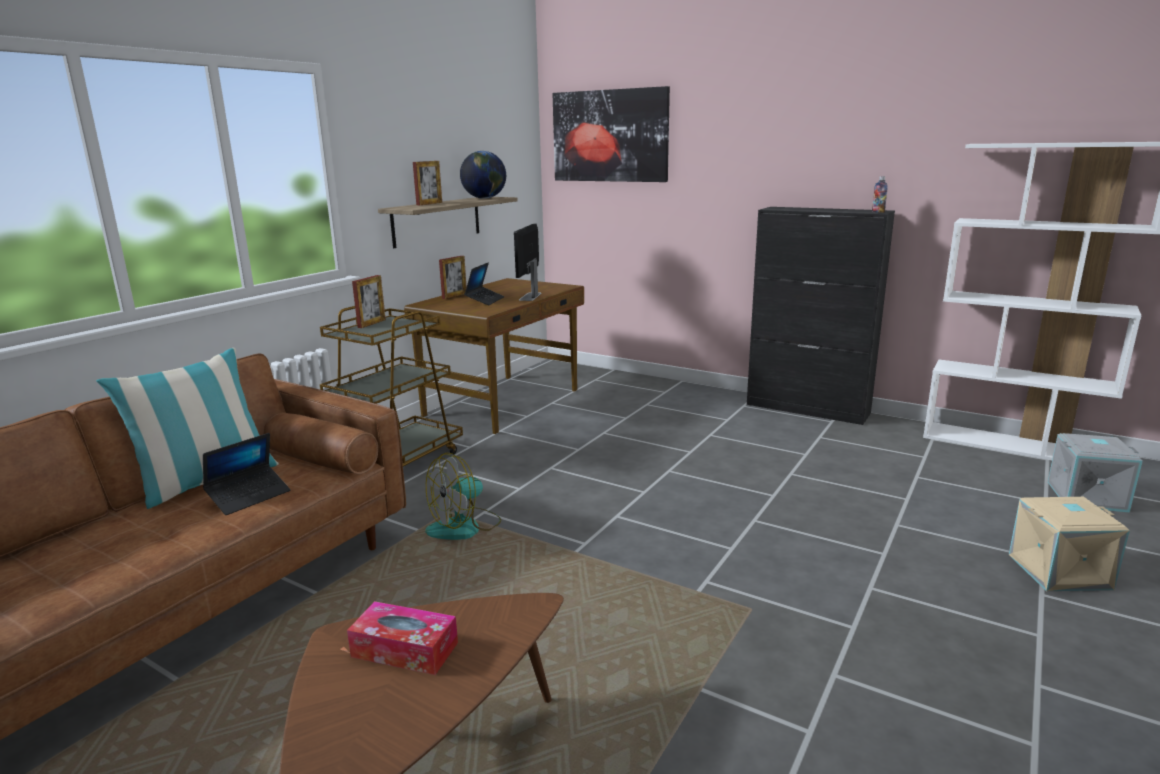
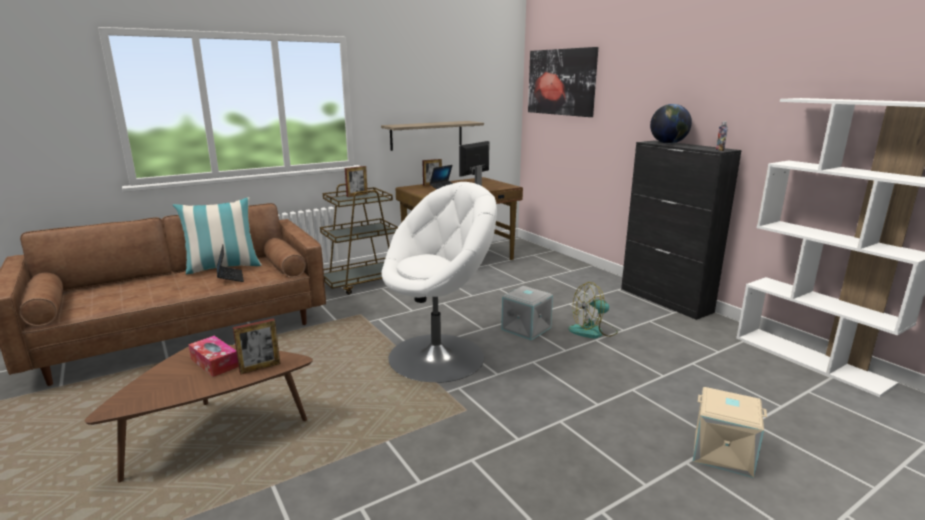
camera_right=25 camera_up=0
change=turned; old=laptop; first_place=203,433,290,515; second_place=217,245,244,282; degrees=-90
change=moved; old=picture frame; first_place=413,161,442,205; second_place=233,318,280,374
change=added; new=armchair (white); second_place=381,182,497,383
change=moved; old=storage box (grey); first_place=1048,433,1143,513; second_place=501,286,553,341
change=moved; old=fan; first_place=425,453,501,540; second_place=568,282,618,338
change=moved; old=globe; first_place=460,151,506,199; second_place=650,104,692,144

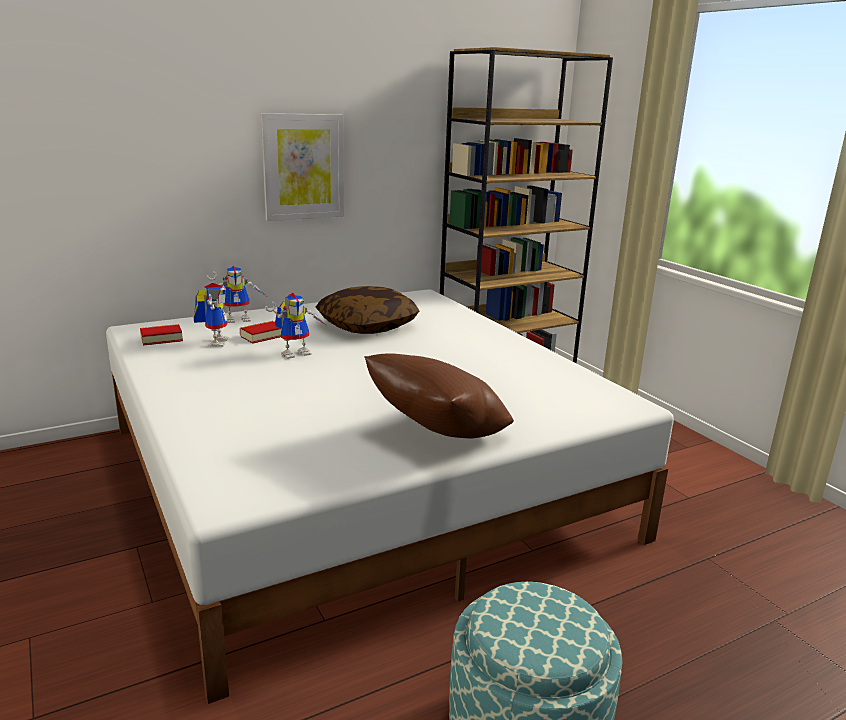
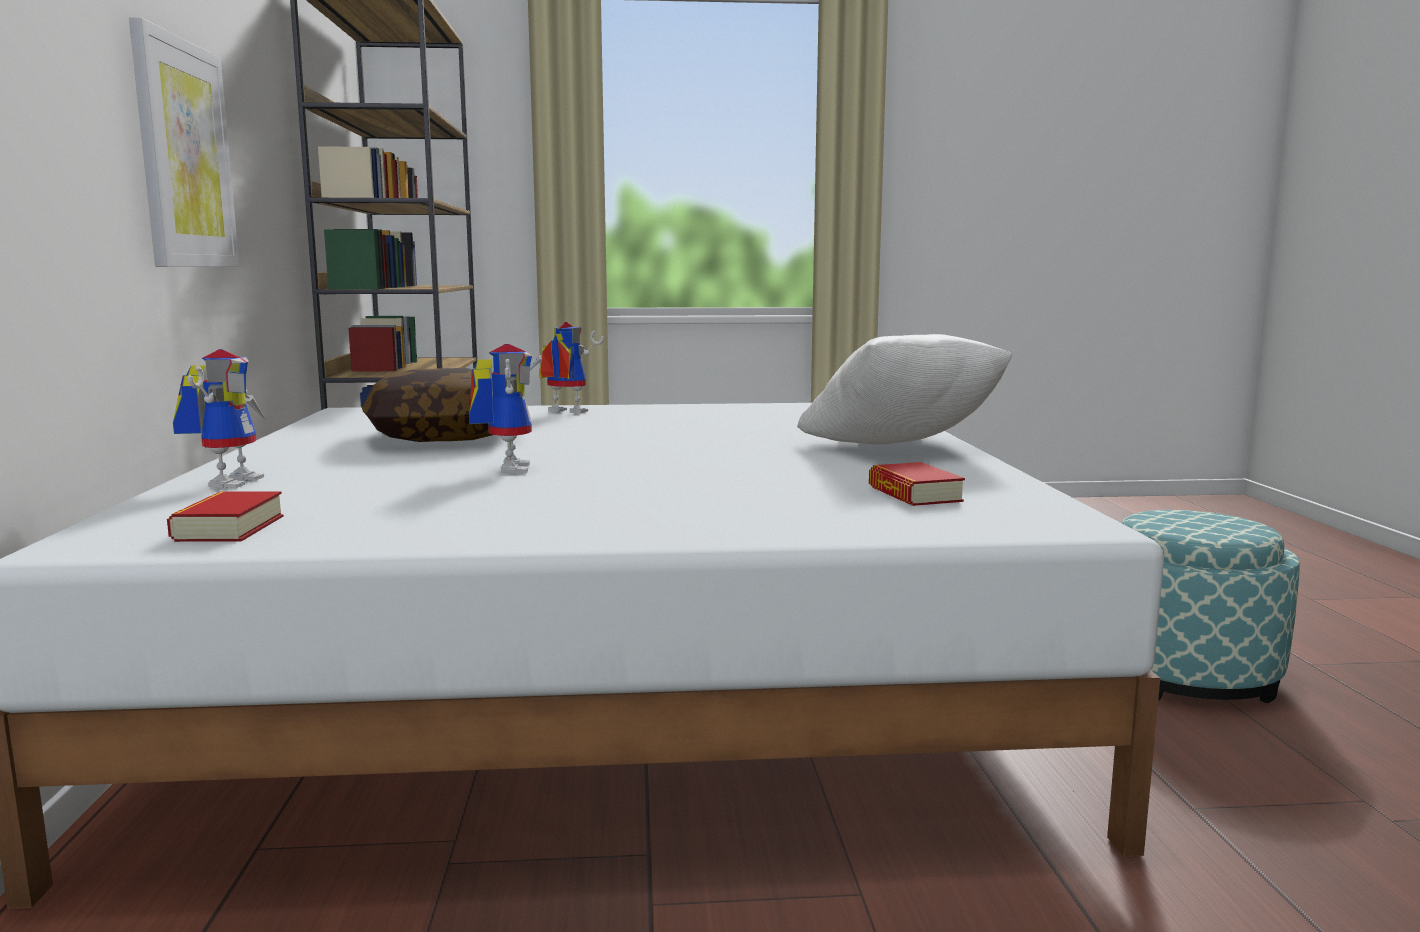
camera_right=-65 camera_up=-10
change=moved; old=toy robot; first_place=194,283,229,347; second_place=530,322,604,413
change=recoloured; old=pillow (brown); new=pillow (white); first_place=364,354,514,438; second_place=797,334,1012,445
change=moved; old=book; first_place=240,321,281,343; second_place=869,462,965,506

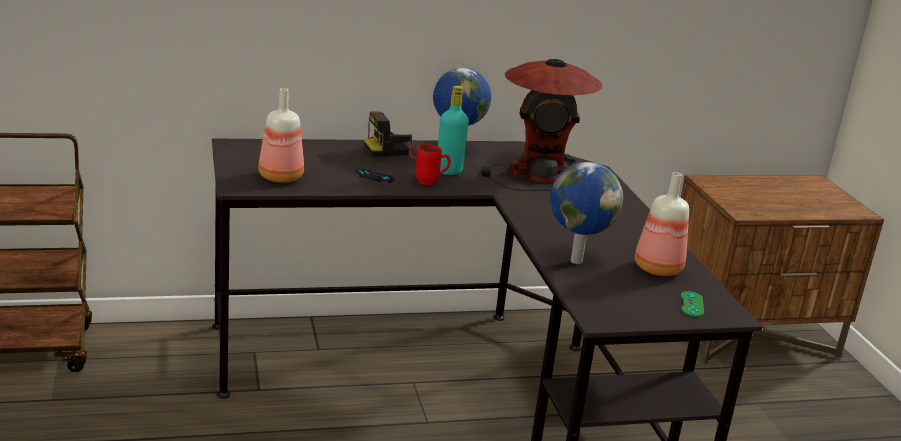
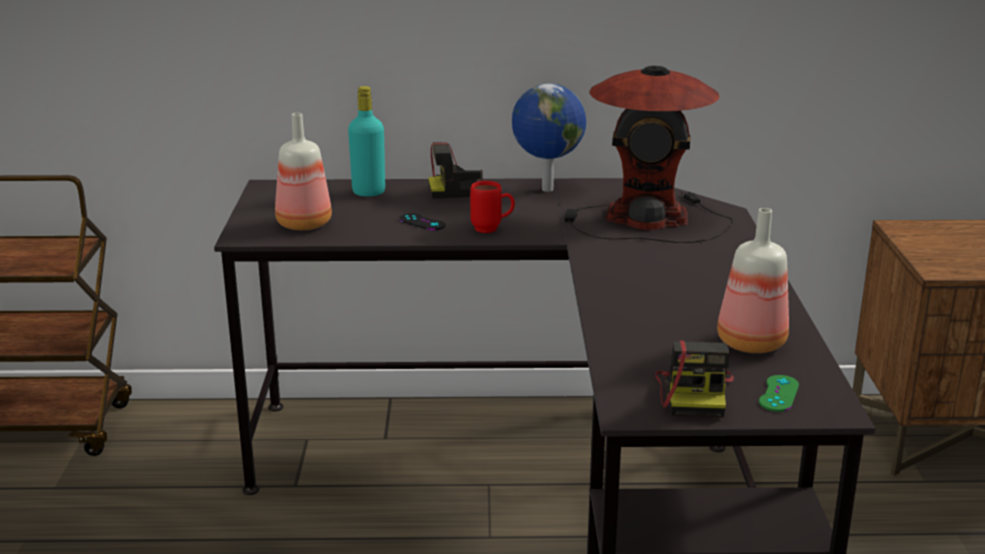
camera_right=15 camera_up=0
change=moved; old=bottle (turquoise); first_place=438,86,469,175; second_place=348,86,385,196
change=added; new=photo camera; second_place=655,340,734,418
change=removed; old=globe; first_place=550,162,624,264

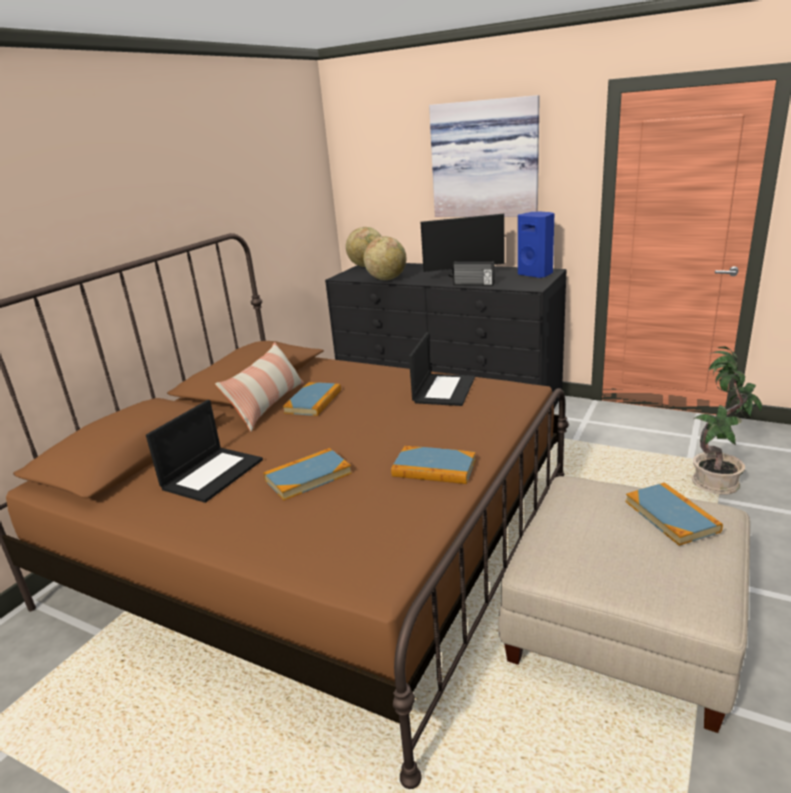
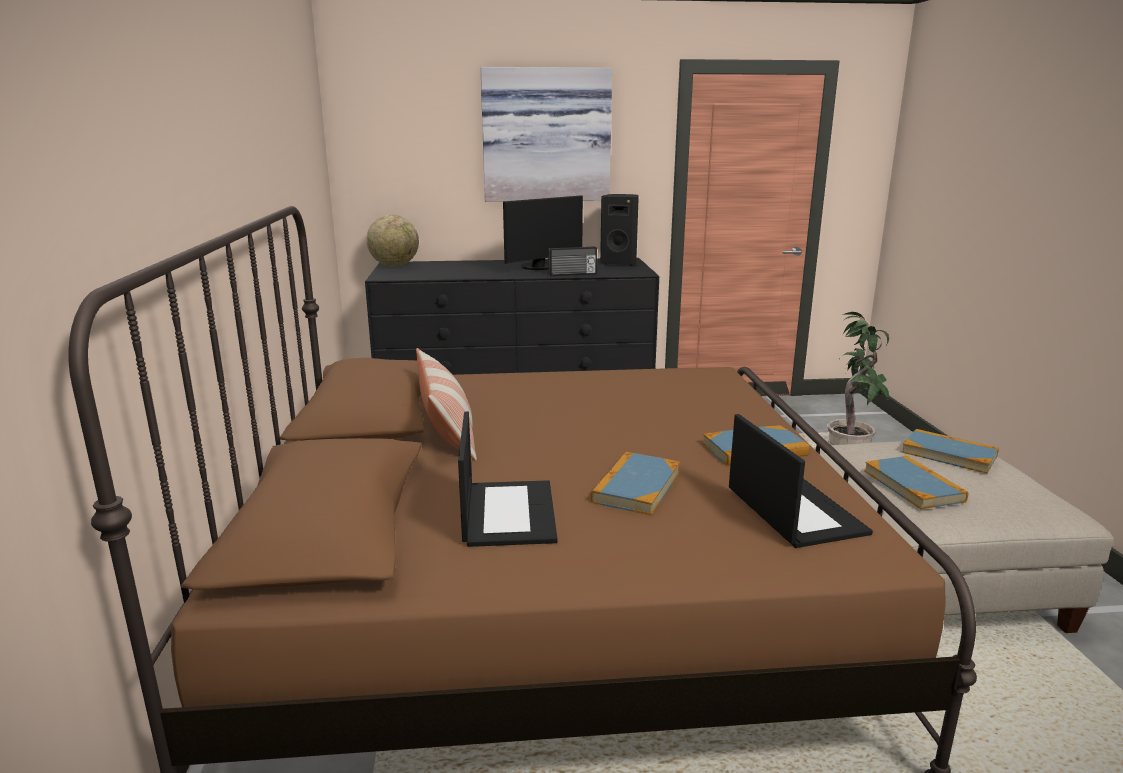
camera_right=-35 camera_up=-5
change=recoloured; old=speaker (blue); new=speaker (black); first_place=518,212,554,278; second_place=600,194,639,266
change=moved; old=laptop; first_place=409,332,475,406; second_place=729,414,873,548
change=moved; old=book; first_place=283,382,341,416; second_place=864,456,968,509
change=removed; old=globe; first_place=364,236,406,280

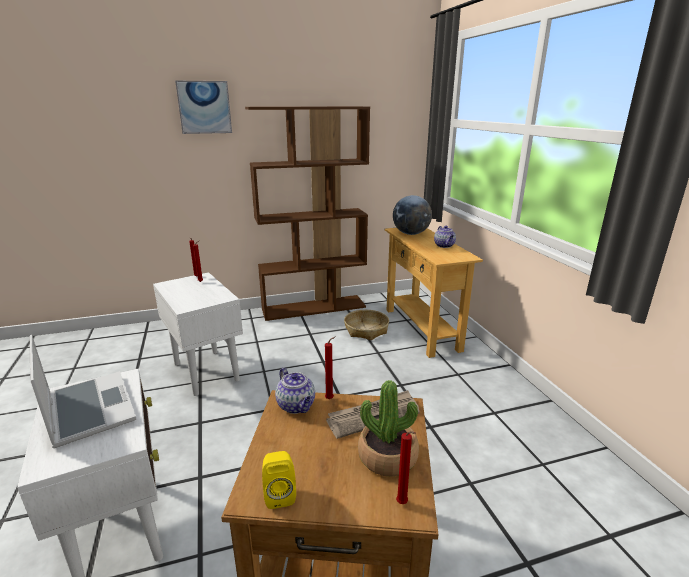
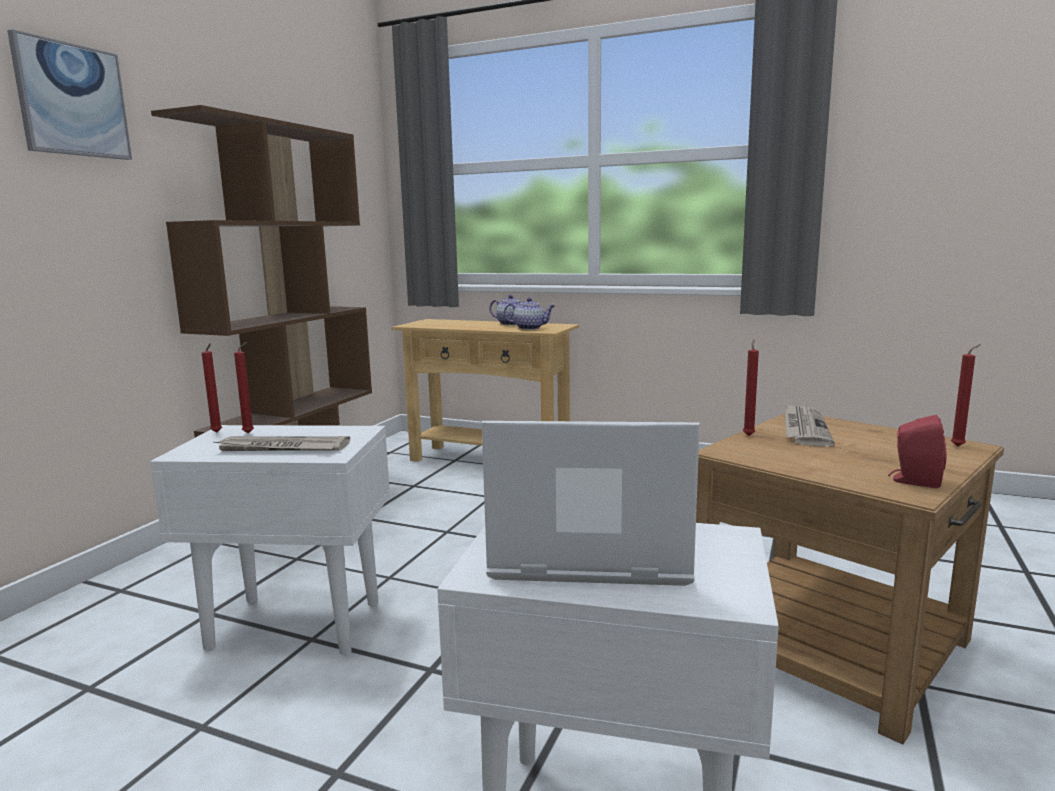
camera_right=-50 camera_up=-10
change=added; new=newspaper; second_place=214,436,350,451
change=moved; old=teapot; first_place=275,368,315,414; second_place=504,298,554,330
change=recoloured; old=speaker (yellow); new=speaker (red); first_place=262,451,296,509; second_place=888,415,946,489
change=removed; old=basket; first_place=344,310,389,340
change=removed; old=potted plant; first_place=358,380,419,477
change=removed; old=globe; first_place=393,195,432,235

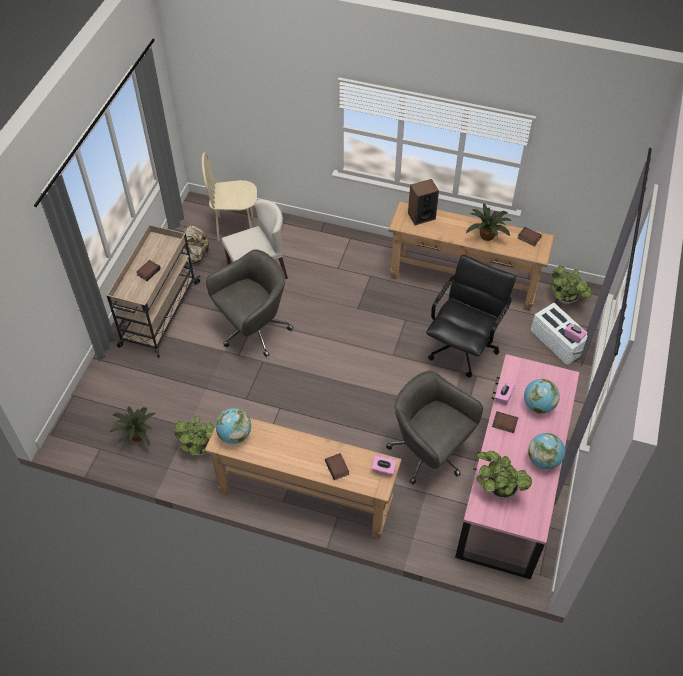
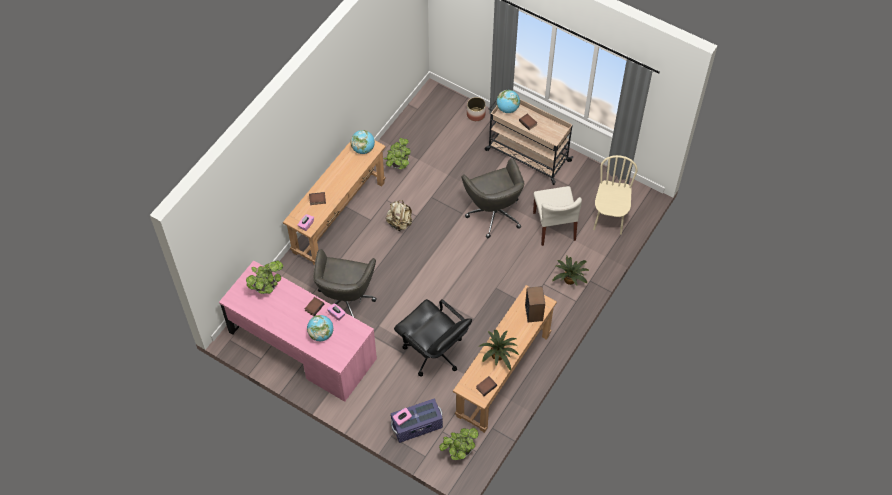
camera_right=105 camera_up=5
change=turned; old=office chair (grey); first_place=386,371,483,485; second_place=313,249,377,317; degrees=135
change=moved; old=backpack (beige); first_place=182,225,209,266; second_place=386,200,412,231
change=recoloured; old=storage box (white); new=storage box (purple); first_place=531,303,587,365; second_place=391,399,443,443
change=added; new=planter; second_place=467,97,486,121
change=moved; old=globe; first_place=528,433,565,469; second_place=497,90,520,113
change=moved; old=potted plant; first_place=110,406,156,446; second_place=552,256,589,286

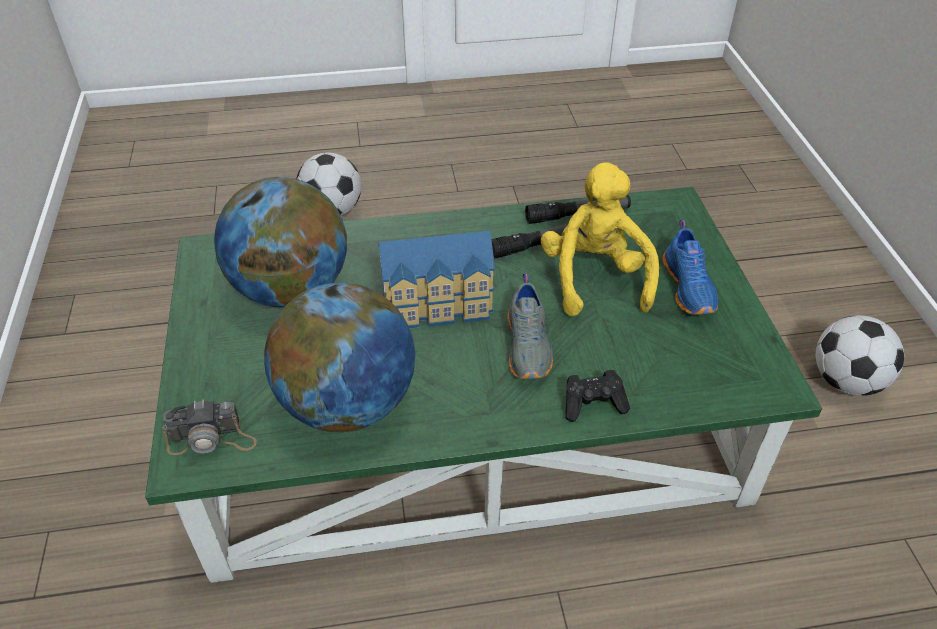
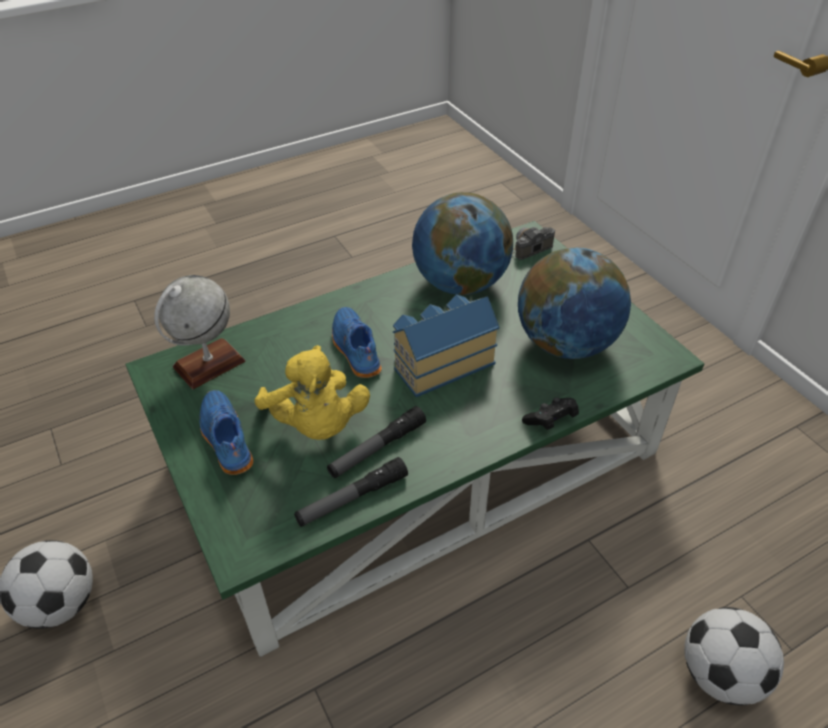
camera_right=160 camera_up=0
change=added; new=globe; second_place=154,275,245,389
change=recoloured; old=shoe (grey); new=shoe (blue); first_place=507,274,553,379; second_place=332,307,382,378
change=moved; old=game controller (black); first_place=565,370,630,422; second_place=522,397,579,430

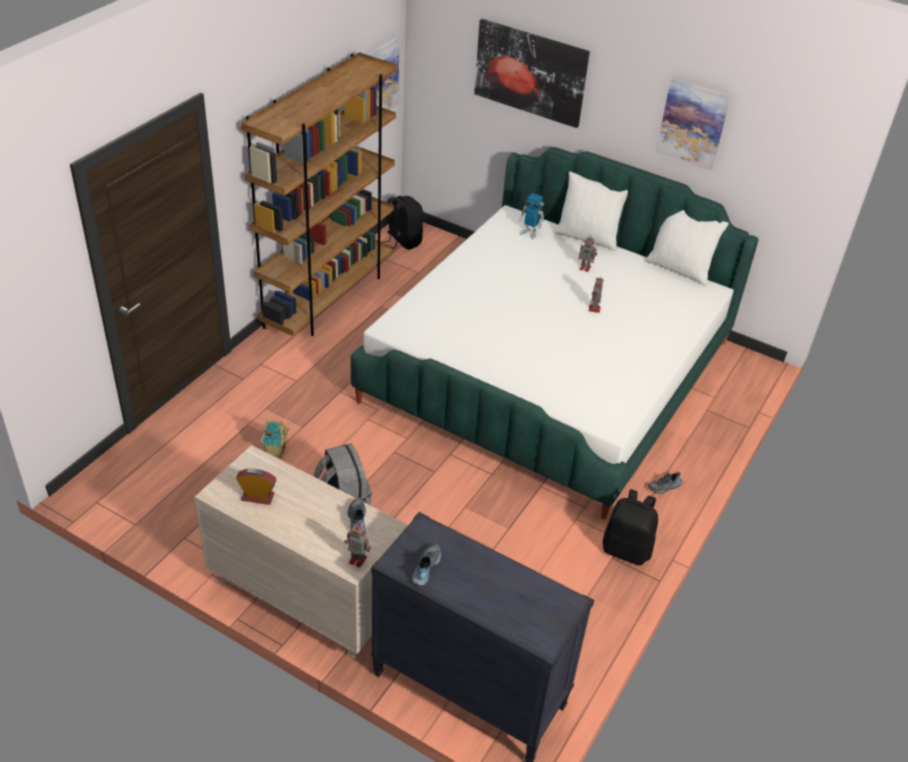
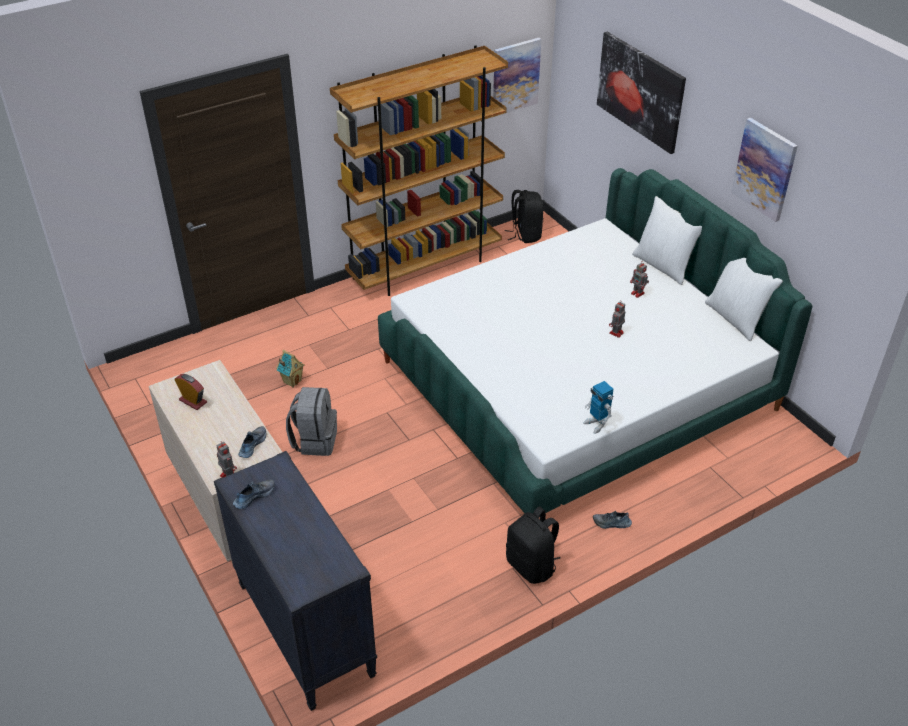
camera_right=30 camera_up=0
change=moved; old=toy robot; first_place=519,193,545,239; second_place=583,381,614,434

